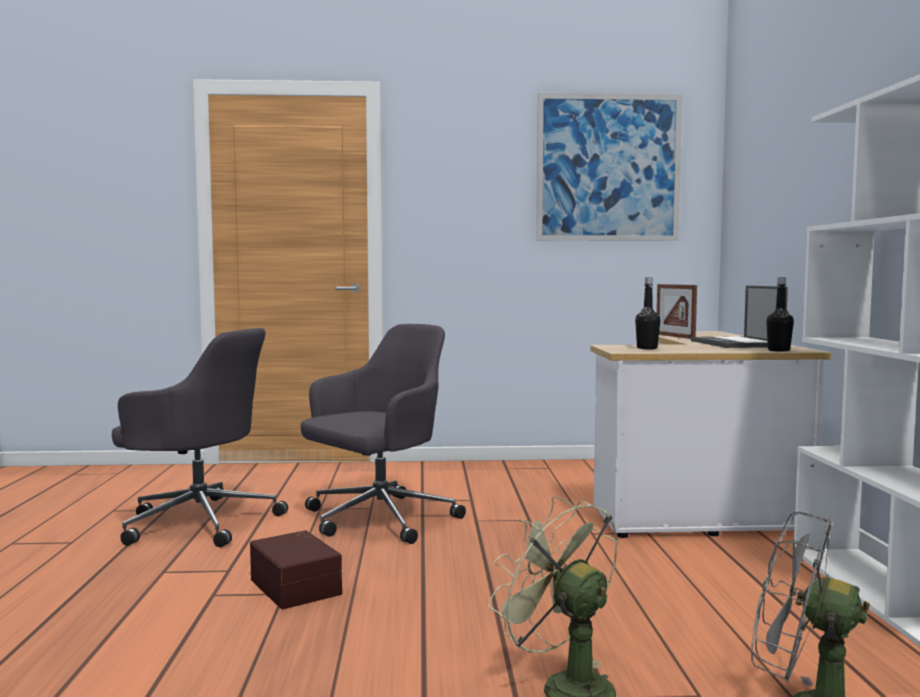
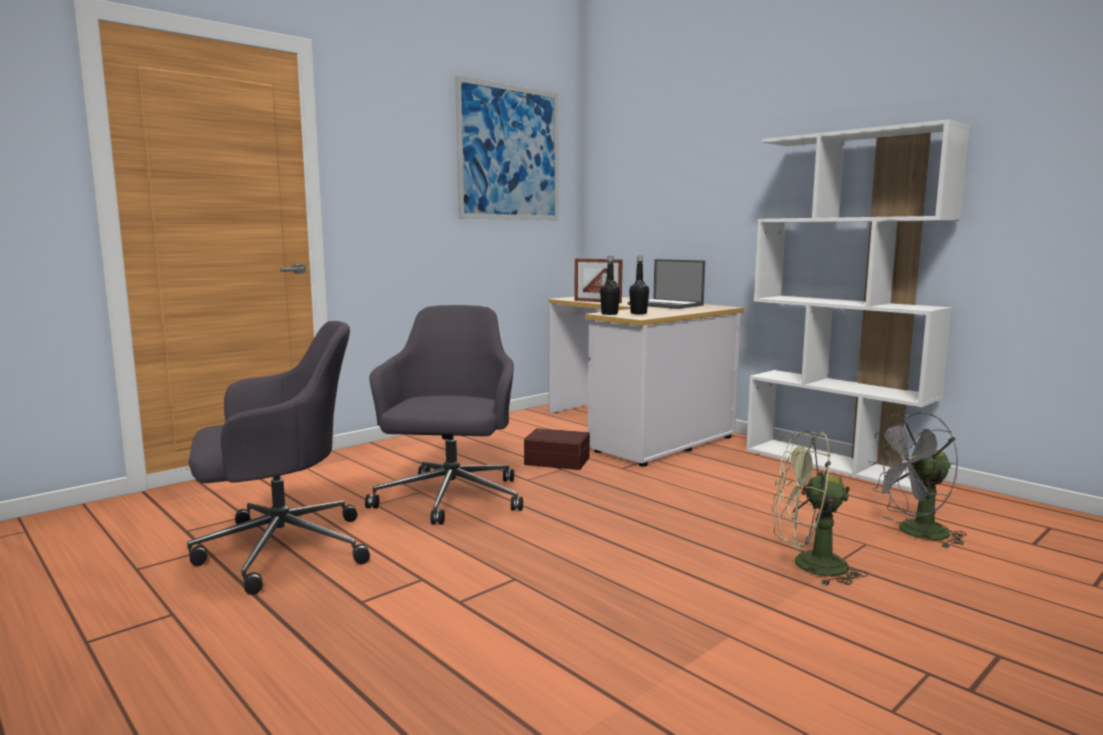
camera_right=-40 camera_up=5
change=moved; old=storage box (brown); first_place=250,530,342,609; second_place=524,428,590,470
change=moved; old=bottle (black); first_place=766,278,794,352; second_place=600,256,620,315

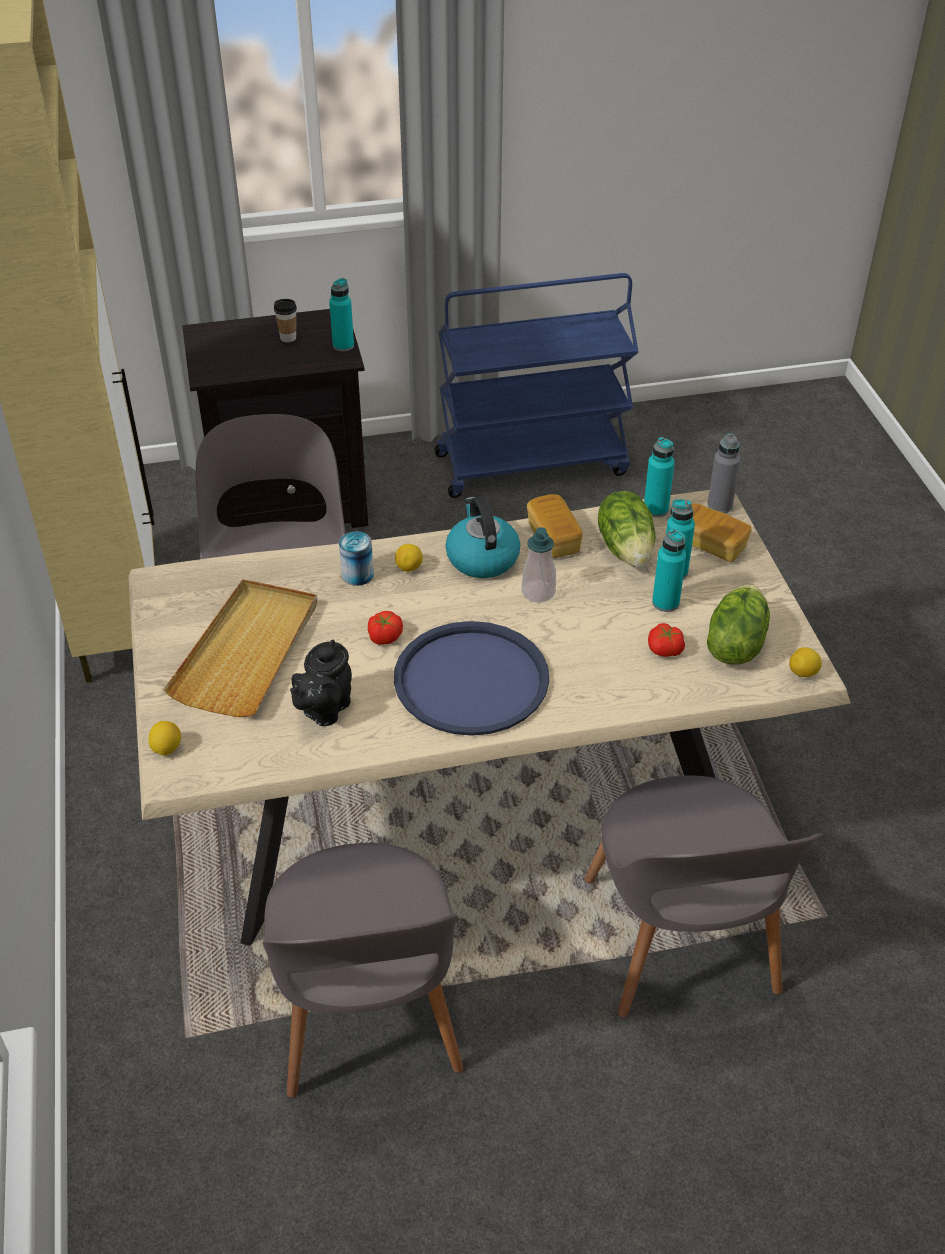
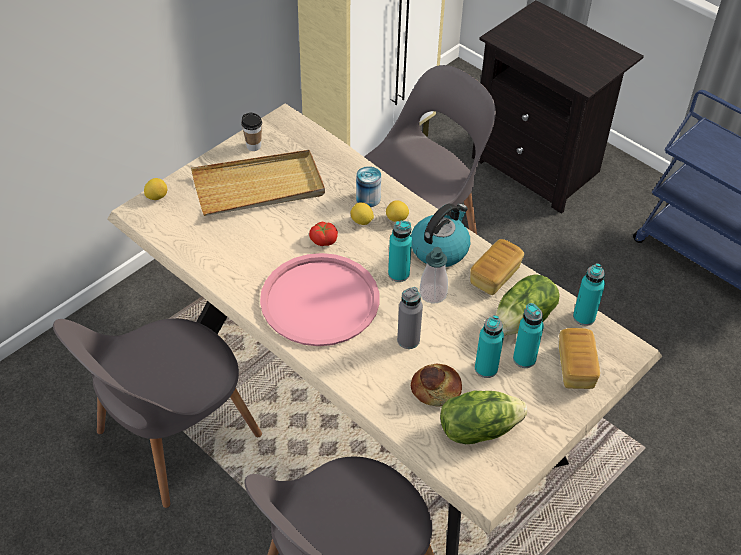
camera_right=55 camera_up=5
change=moved; old=cup; first_place=274,299,297,342; second_place=241,113,262,151
change=recoloured; old=tray (blue); new=tray (pink); first_place=394,621,549,736; second_place=260,253,379,346
change=moved; old=lemon; first_place=789,647,822,677; second_place=351,202,374,225
change=moved; old=bottle (turquoise); first_place=329,278,354,352; second_place=388,221,412,282
change=moved; old=bottle (grey); first_place=707,433,741,513; second_place=397,287,423,349
change=replaced; old=tomato; new=bread; first_place=648,623,685,657; second_place=411,364,462,407
change=removed; old=teapot (black); first_place=290,639,352,726

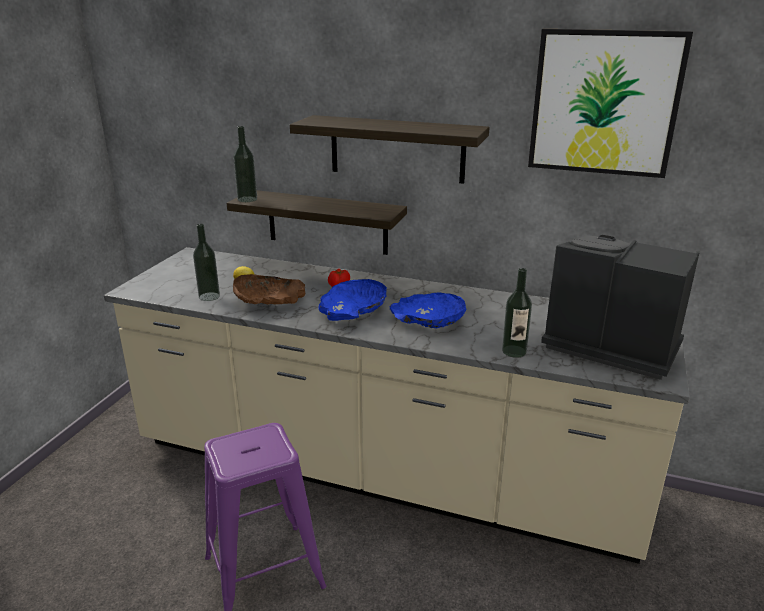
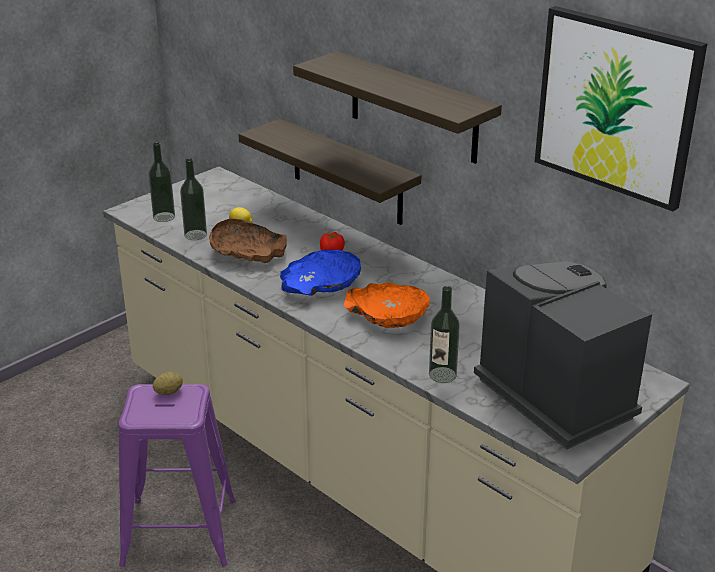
camera_right=25 camera_up=5
change=moved; old=bottle; first_place=233,126,257,202; second_place=148,142,175,222
change=added; new=potato; second_place=153,372,183,395
change=recoloured; old=bowl (blue); new=bowl (orange); first_place=390,293,466,328; second_place=344,282,430,328

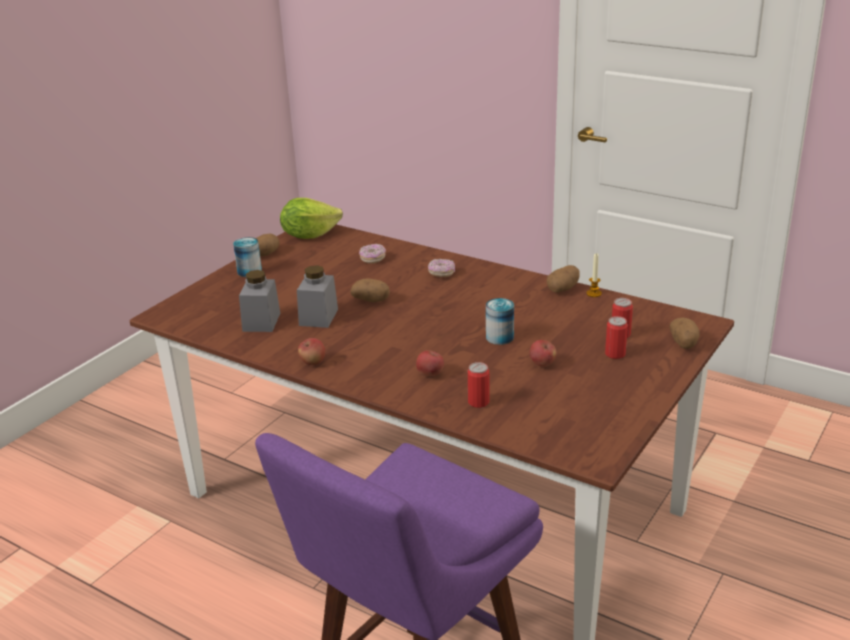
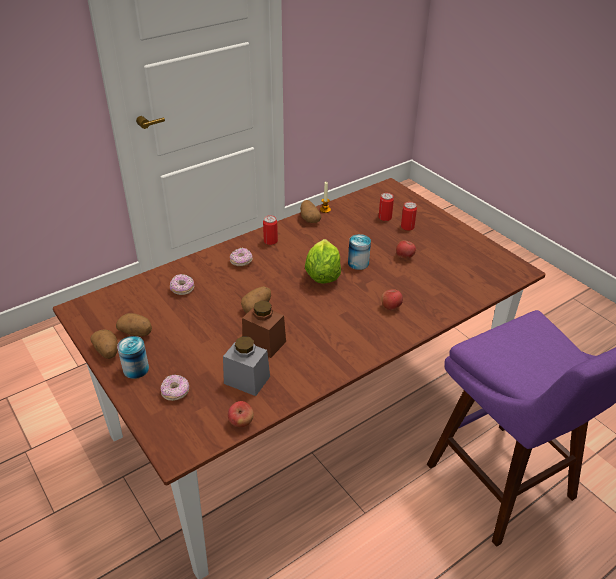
camera_right=-70 camera_up=10
change=moved; old=potato; first_place=670,318,699,349; second_place=116,313,152,336
change=added; new=donut; second_place=161,375,189,401
change=moved; old=apple; first_place=298,338,325,365; second_place=228,401,254,427
change=recoloured; old=jar (grey); new=jar (brown); first_place=297,265,338,328; second_place=242,301,286,358
change=moved; old=can; first_place=468,362,490,408; second_place=263,215,278,245
change=moved; old=lettuce; first_place=280,198,343,239; second_place=305,239,341,284

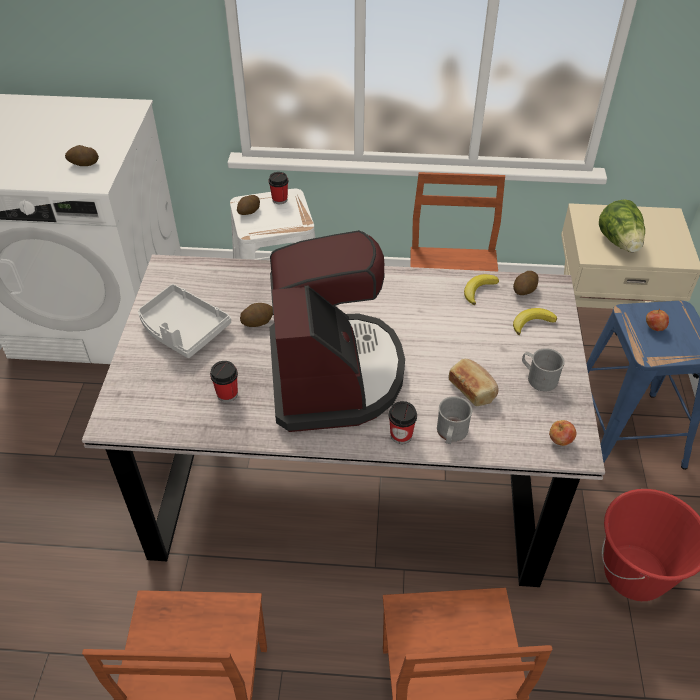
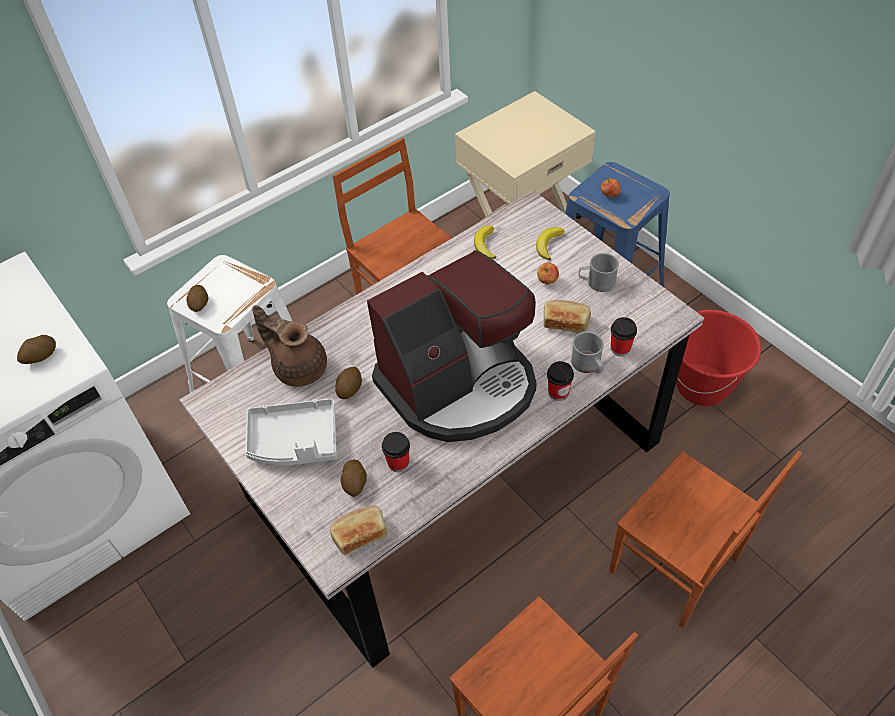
camera_right=-40 camera_up=5
change=added; new=teapot (brown); second_place=252,305,327,387
change=added; new=bread; second_place=330,505,388,555
change=moved; old=potato; first_place=513,271,538,295; second_place=341,459,367,497
change=turned; old=coffee machine; first_place=269,230,405,432; second_place=367,250,537,442; degrees=105
change=moved; old=apple; first_place=549,420,577,446; second_place=537,263,559,284
change=moved; old=cup; first_place=268,172,288,204; second_place=611,317,637,356
change=removed; old=lettuce; first_place=599,199,645,252

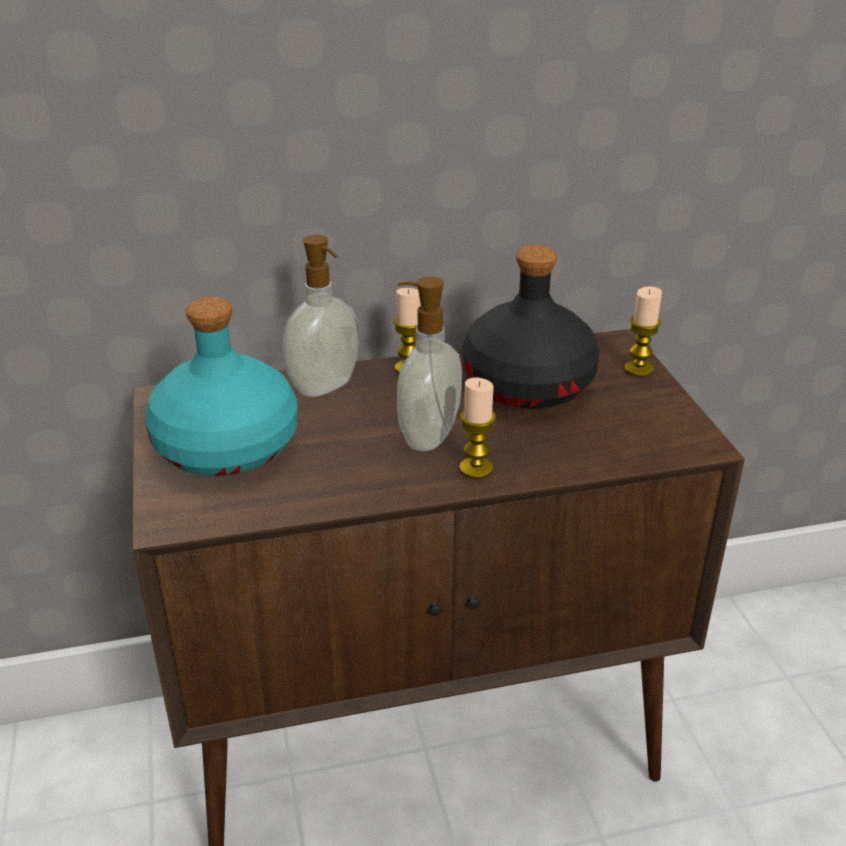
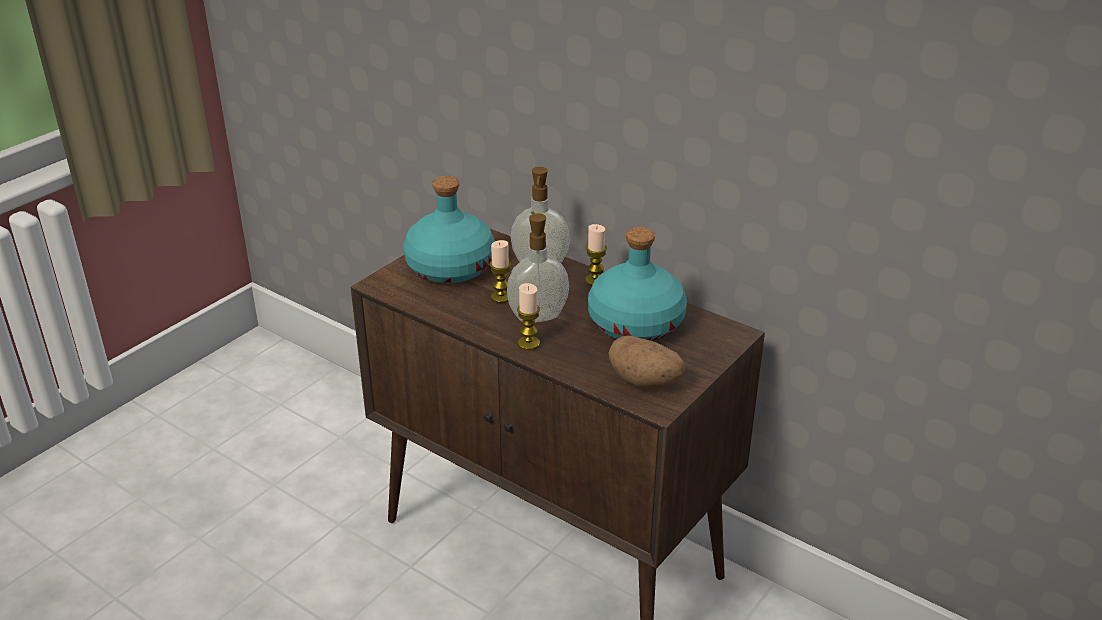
camera_right=50 camera_up=0
change=moved; old=candle; first_place=624,286,662,377; second_place=490,240,511,303
change=recoloured; old=bottle (black); new=bottle (turquoise); first_place=462,245,599,409; second_place=588,227,687,341
change=added; new=potato; second_place=609,336,686,388

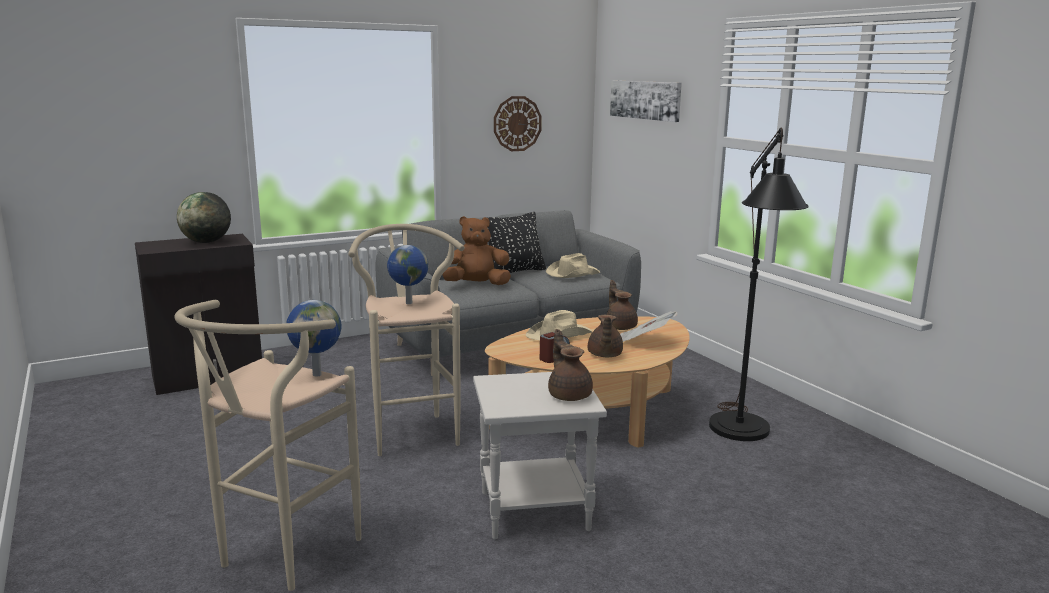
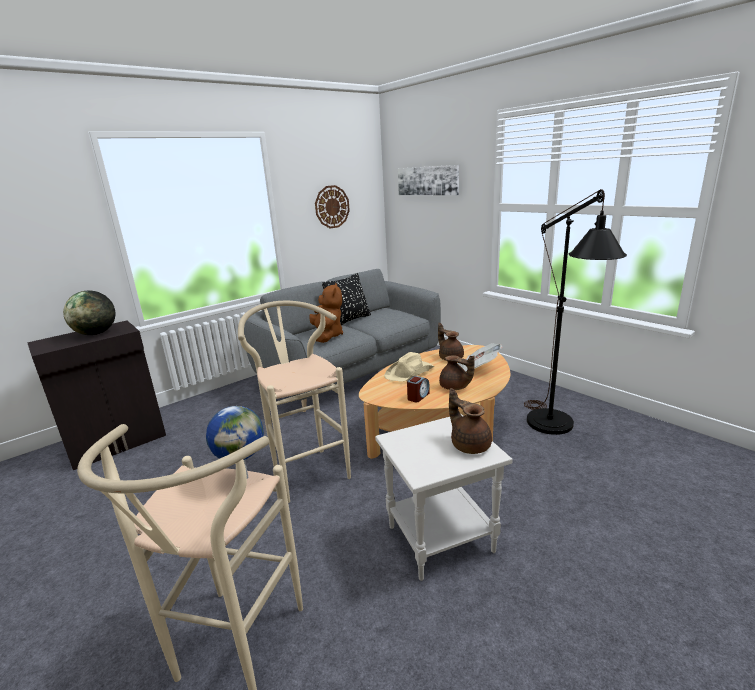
camera_right=-10 camera_up=5
change=turned; old=plush toy (brown); first_place=442,216,511,285; second_place=309,283,343,343; degrees=105
change=turned; old=teapot (brown); first_place=588,315,623,357; second_place=439,355,475,390; degrees=-45
change=removed; old=globe; first_place=387,245,428,304
change=removed; old=hat (beige); first_place=546,253,600,278

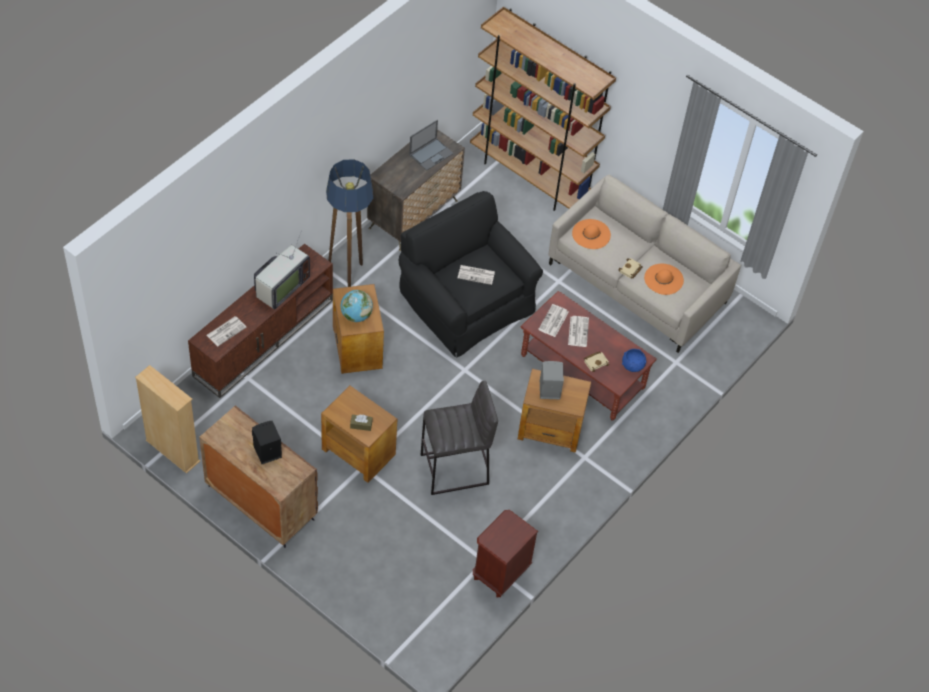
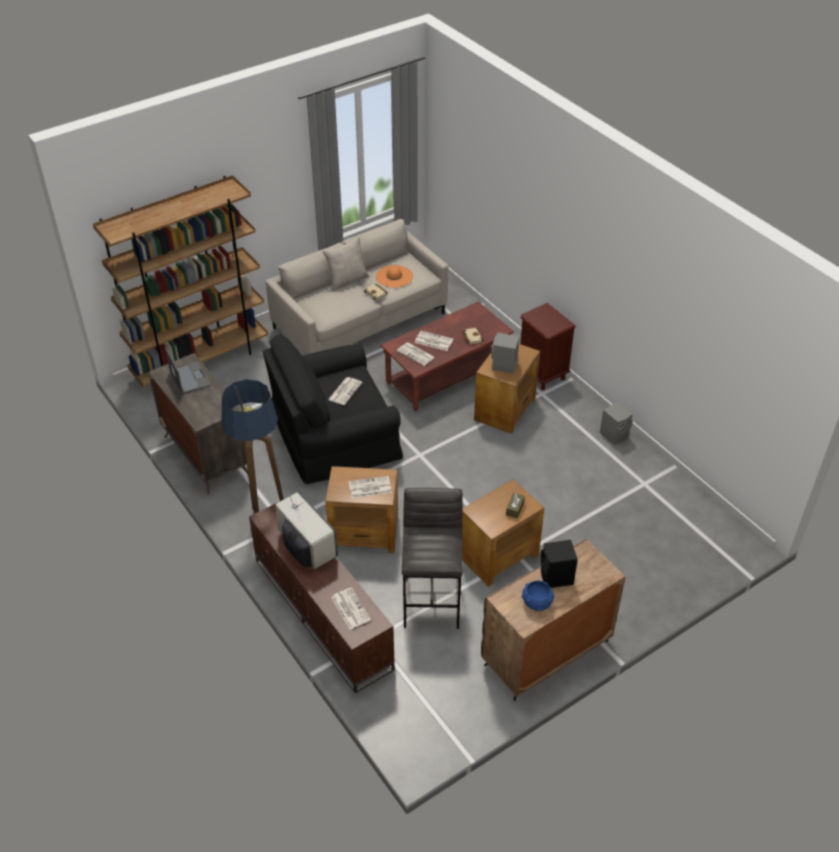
camera_right=-70 camera_up=-10
change=added; new=pillow (beige); second_place=322,236,369,292
change=replaced; old=globe; new=newspaper; first_place=341,290,373,322; second_place=349,476,392,498
change=moved; old=stool (grey); first_place=421,381,498,495; second_place=402,488,463,629
change=moved; old=nightstand (brown); first_place=473,510,538,597; second_place=520,303,576,390
change=moved; old=bowl (blue); first_place=622,349,646,372; second_place=522,581,554,611
change=added; new=speaker (grey); second_place=600,402,633,445
change=removed; old=bookcase (beige); first_place=135,365,200,474
change=removed; old=hat (orange); first_place=572,219,611,249

